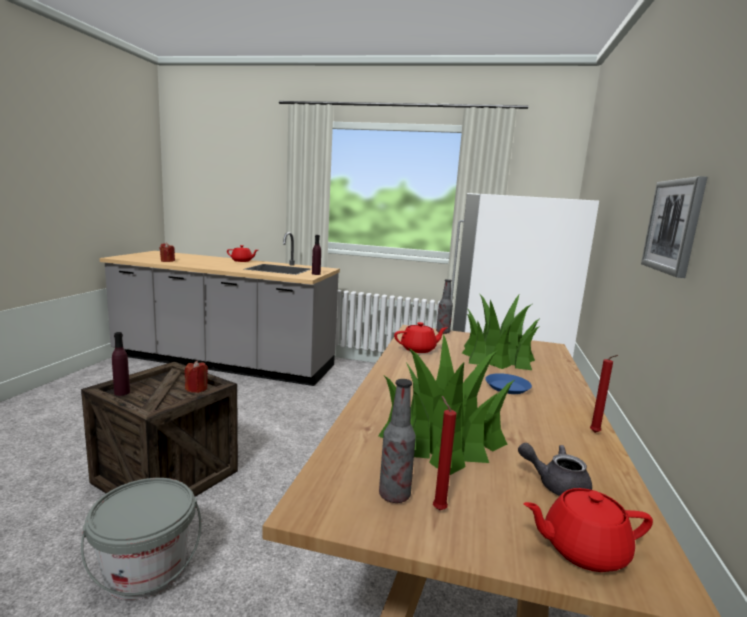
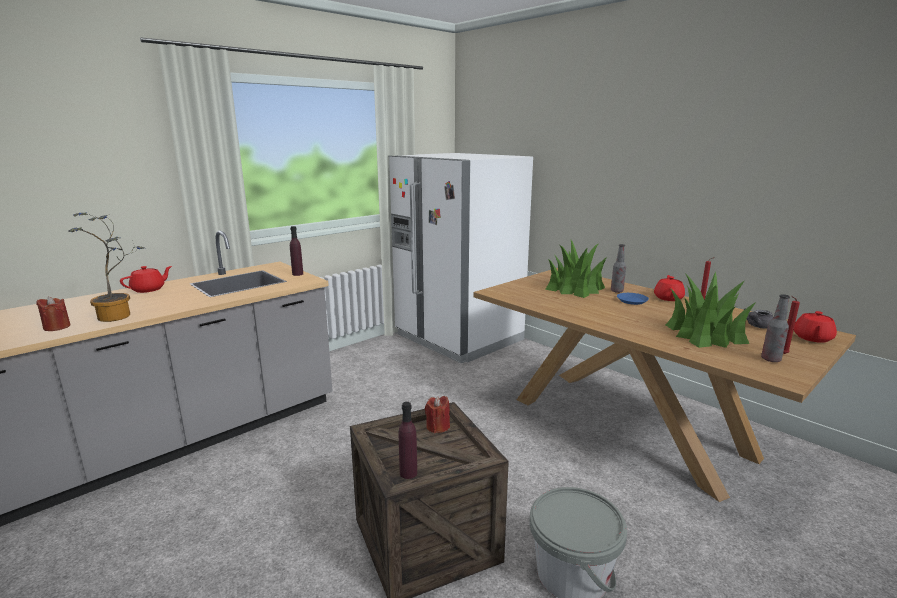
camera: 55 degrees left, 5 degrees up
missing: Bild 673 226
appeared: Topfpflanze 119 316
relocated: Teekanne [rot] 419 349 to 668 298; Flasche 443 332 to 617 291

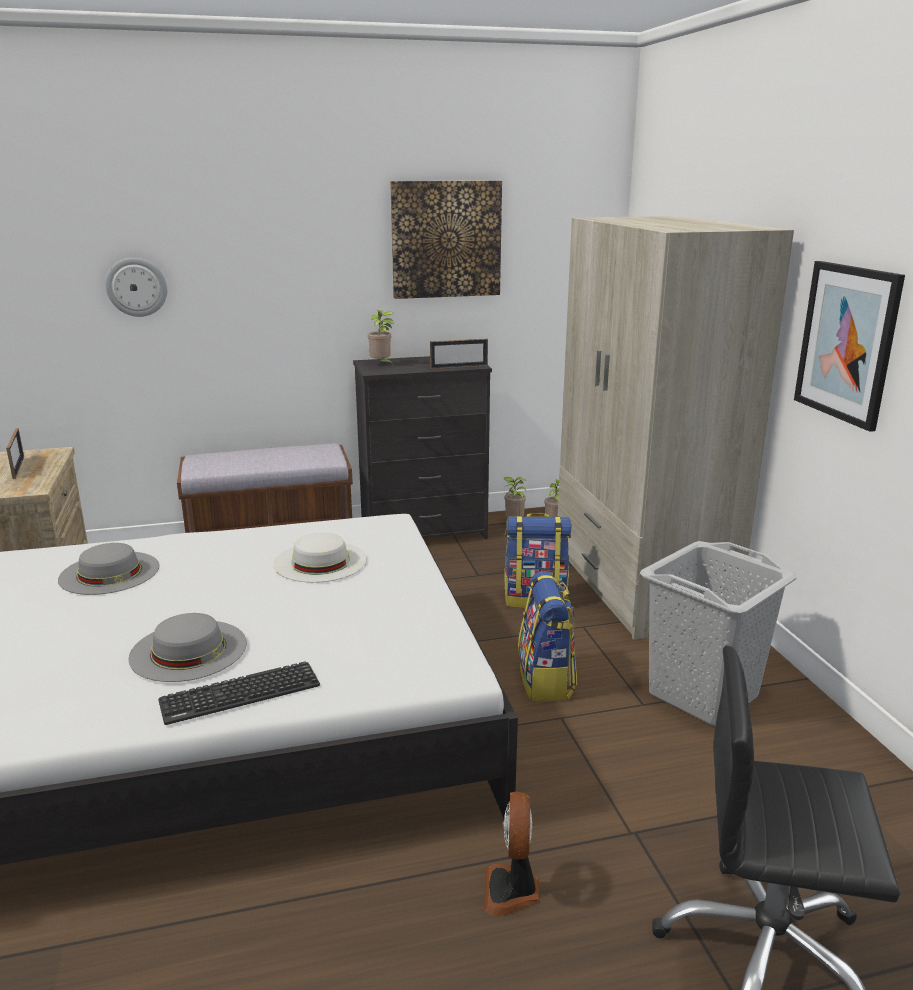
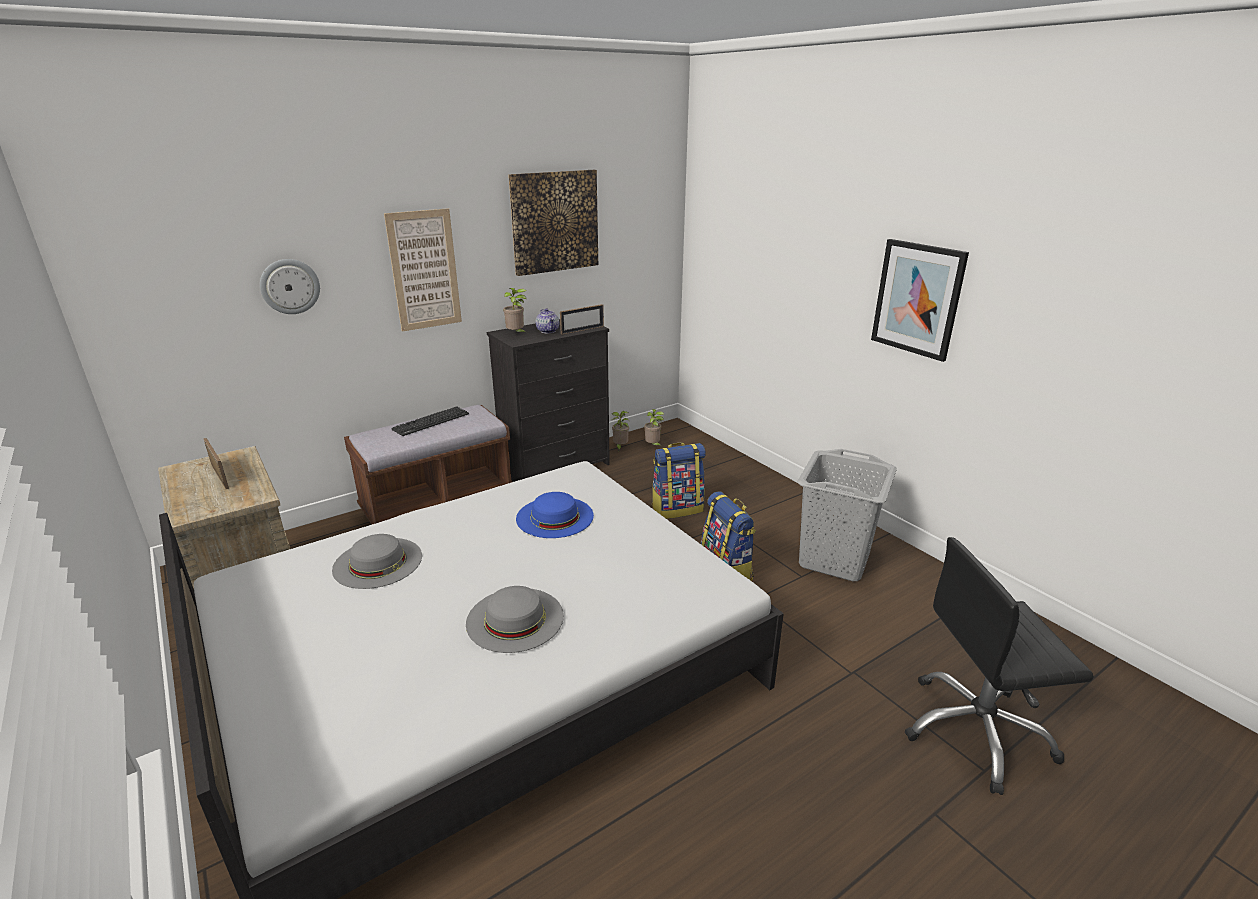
camera: 20 degrees left, 5 degrees up
missing: Ventilator 512 891; Kleiderschrank [beige] 638 585
appeared: Bild 424 270; Teekanne 548 331
relocated: Tastatur 240 693 to 431 422
colour: Hut [weiß] 320 561 to Hut [blau] 555 517

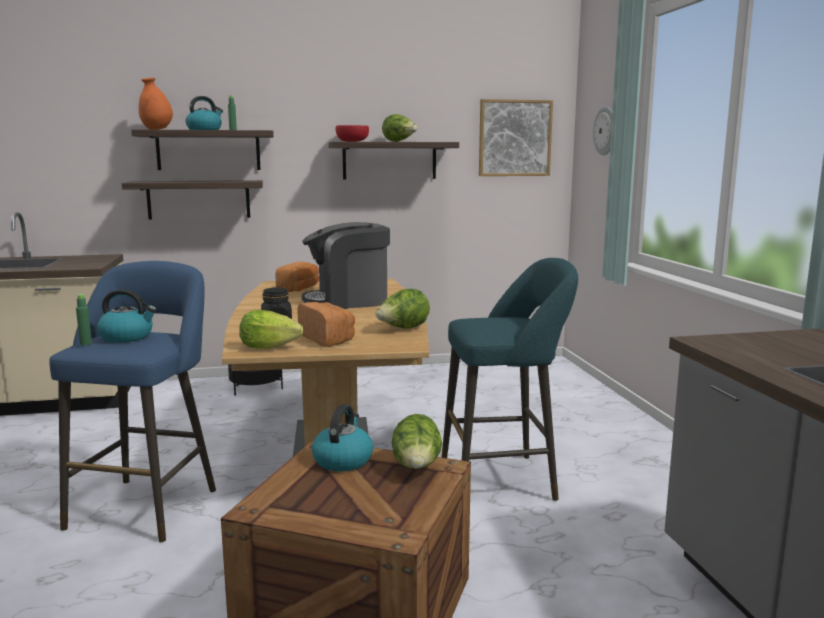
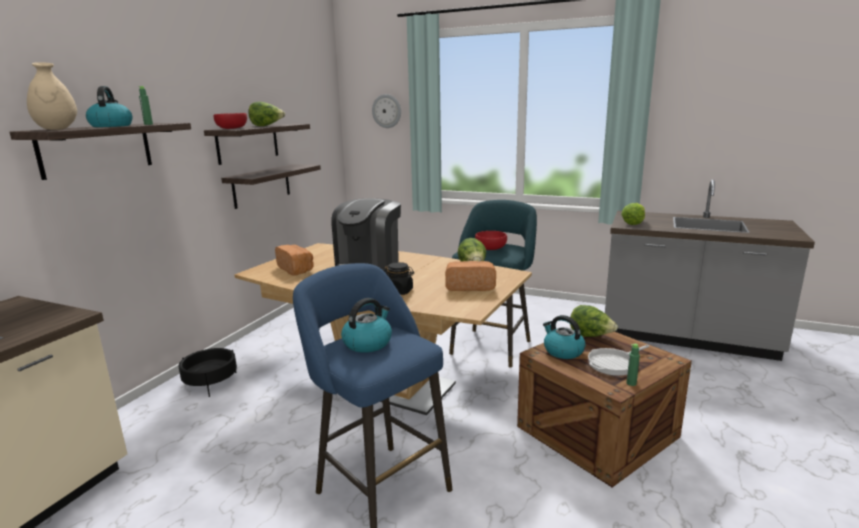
camera: 55 degrees left, 5 degrees up
missing: Bild 514 138
appeared: Schüssel [rot] 490 248; Pfanne 614 364
relocated: Flasche [grün] 85 344 to 631 383; Wandregal 199 199 to 261 185; Salatkopf 268 347 to 633 223
colour: Vase [orange] 156 129 to Vase [beige] 57 129

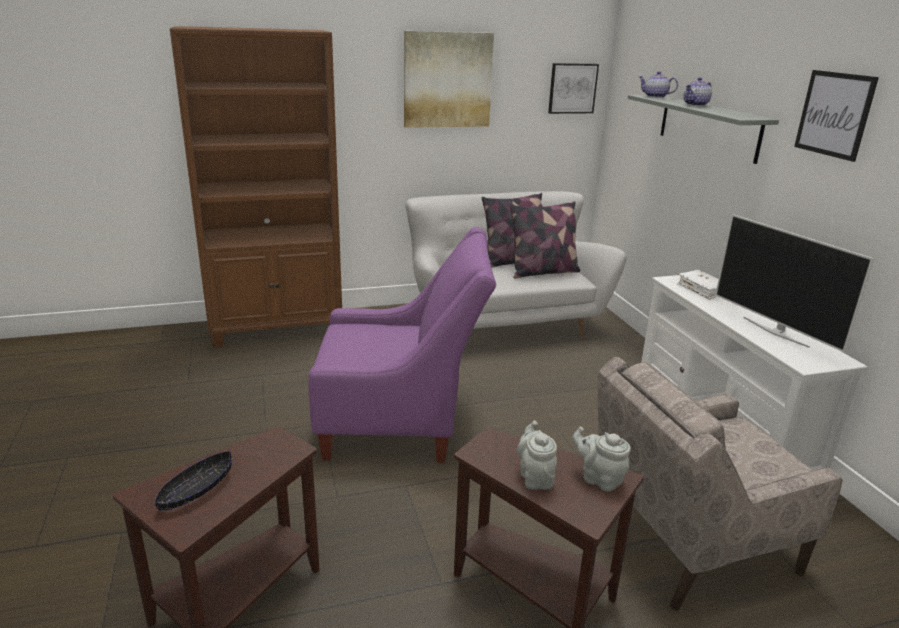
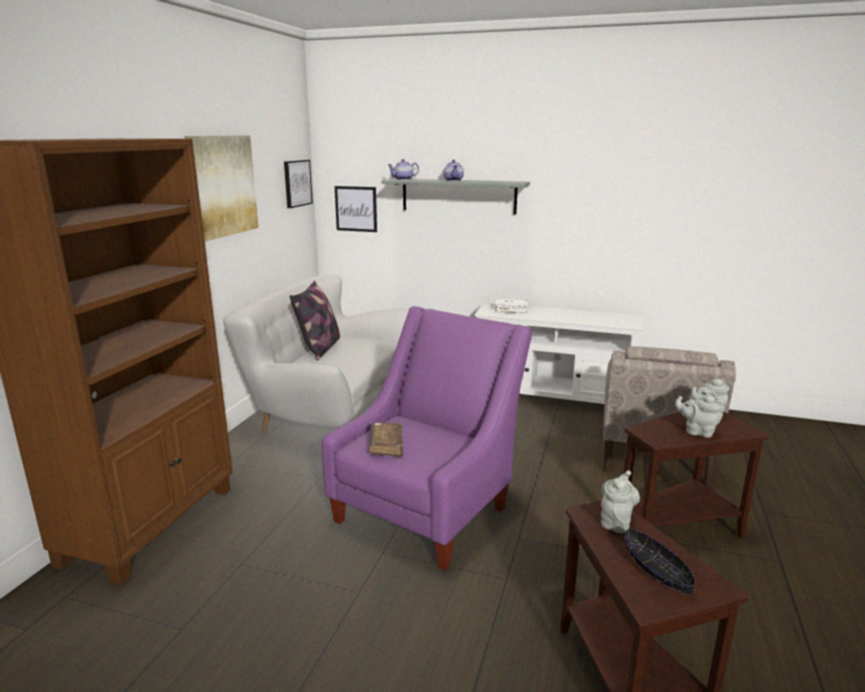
camera: 55 degrees left, 5 degrees down
missing: Kissen 543 272; Fernseher 775 331
appeared: Buch [braun] 386 445; Teekanne [grau] 616 521
relocated: Bild 834 114 to 356 209

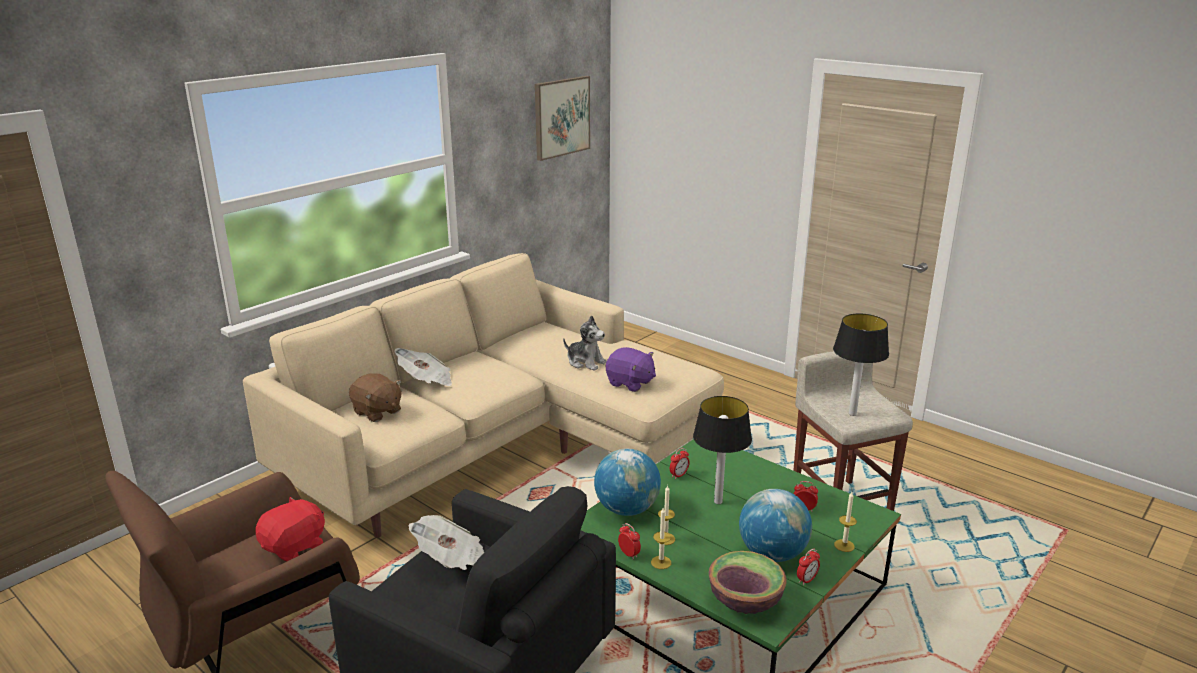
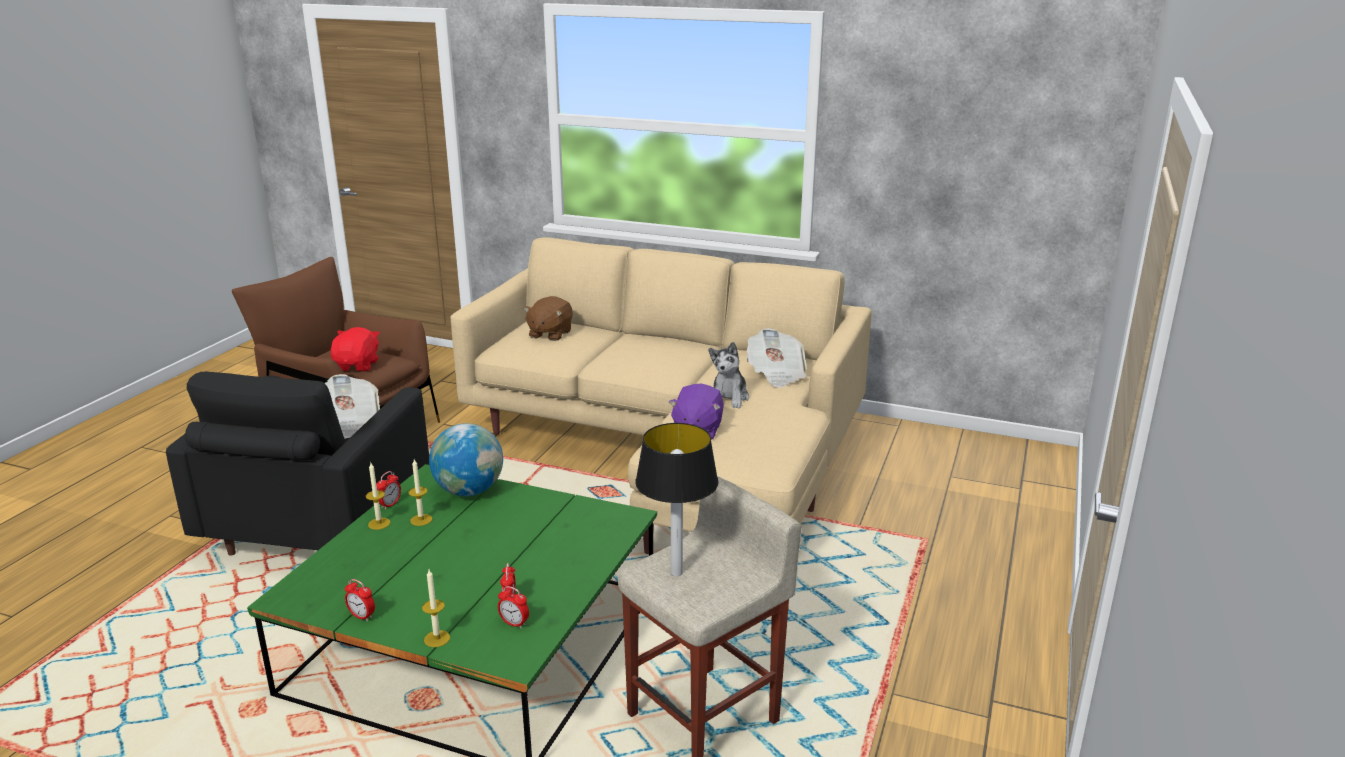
camera: 70 degrees right, 0 degrees up
missing: Bild 561 117; Tischlampe 718 502; Schüssel 744 601; Globus 772 553
relocated: Zeitung 426 380 to 776 374; Wecker 679 475 to 514 623
spun: Plüschtier [rot] 295 547 = 357 366 105 degrees counterclockwise

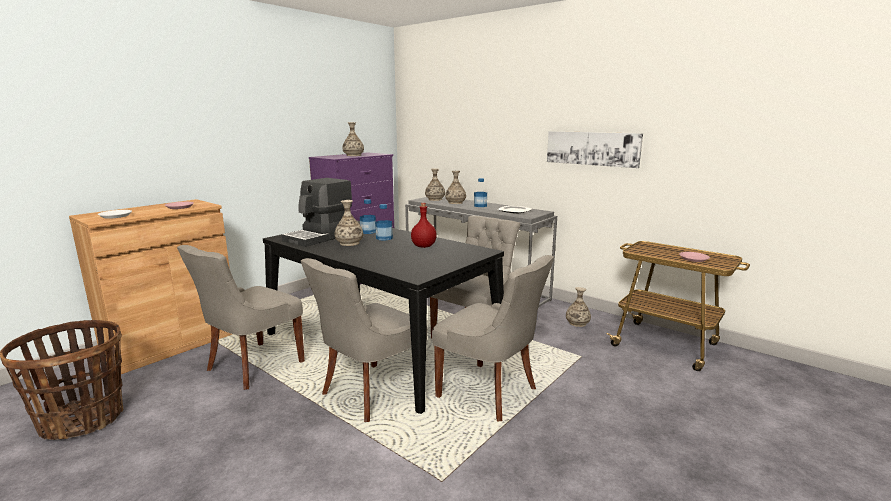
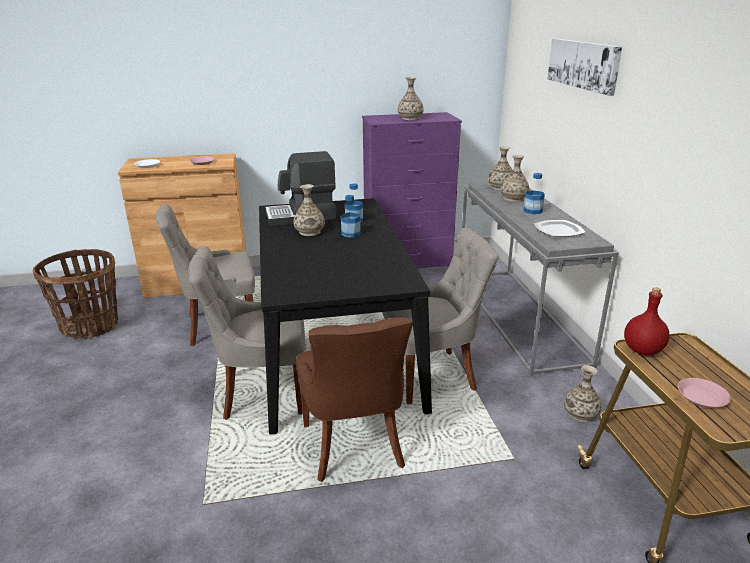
camera: 40 degrees right, 10 degrees up
relocated: Flasche [rot] 423 246 to 642 350; Bild 592 148 to 583 64
colour: Stuhl [grau] 490 392 to Stuhl [braun] 354 447

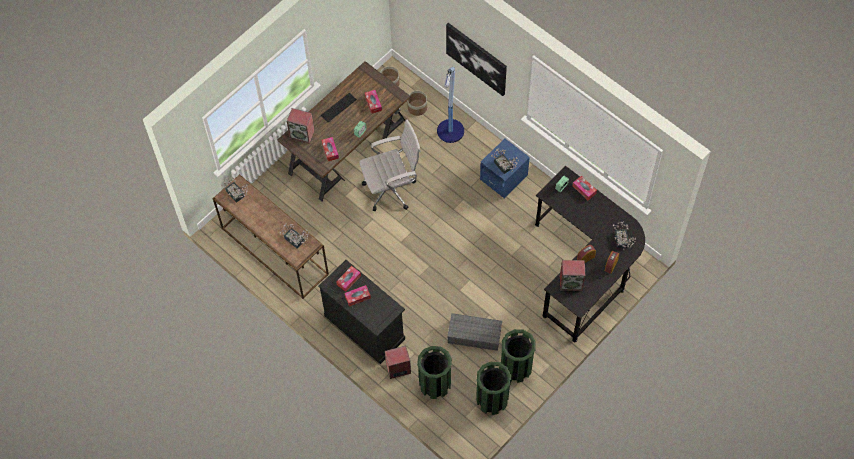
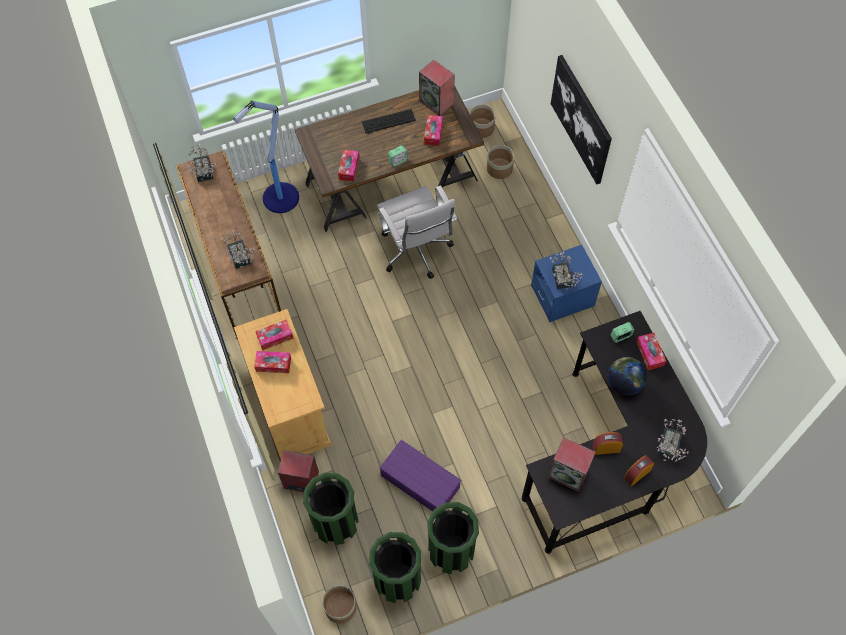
camera: 25 degrees right, 0 degrees up
appeared: Pflanzkübel 340 607; Globus 624 383
relocated: Lautsprecher 302 134 to 437 102; Stehlampe 450 132 to 280 199
colour: Schrank [schwarz] 365 327 to Schrank [beige] 290 407; Aufbewahrungsbox [grau] 473 335 to Aufbewahrungsbox [lila] 419 481
spun: Bürostuhl [weiß] 392 189 = 417 252 60 degrees clockwise

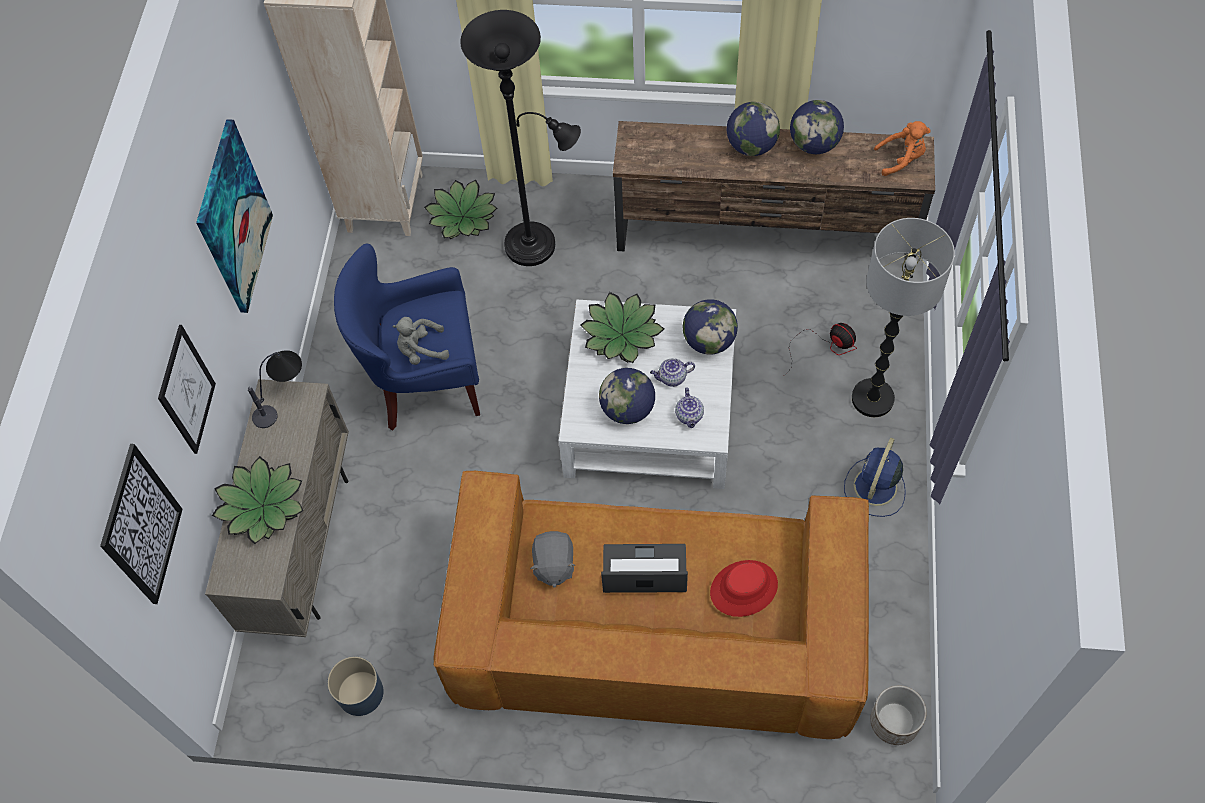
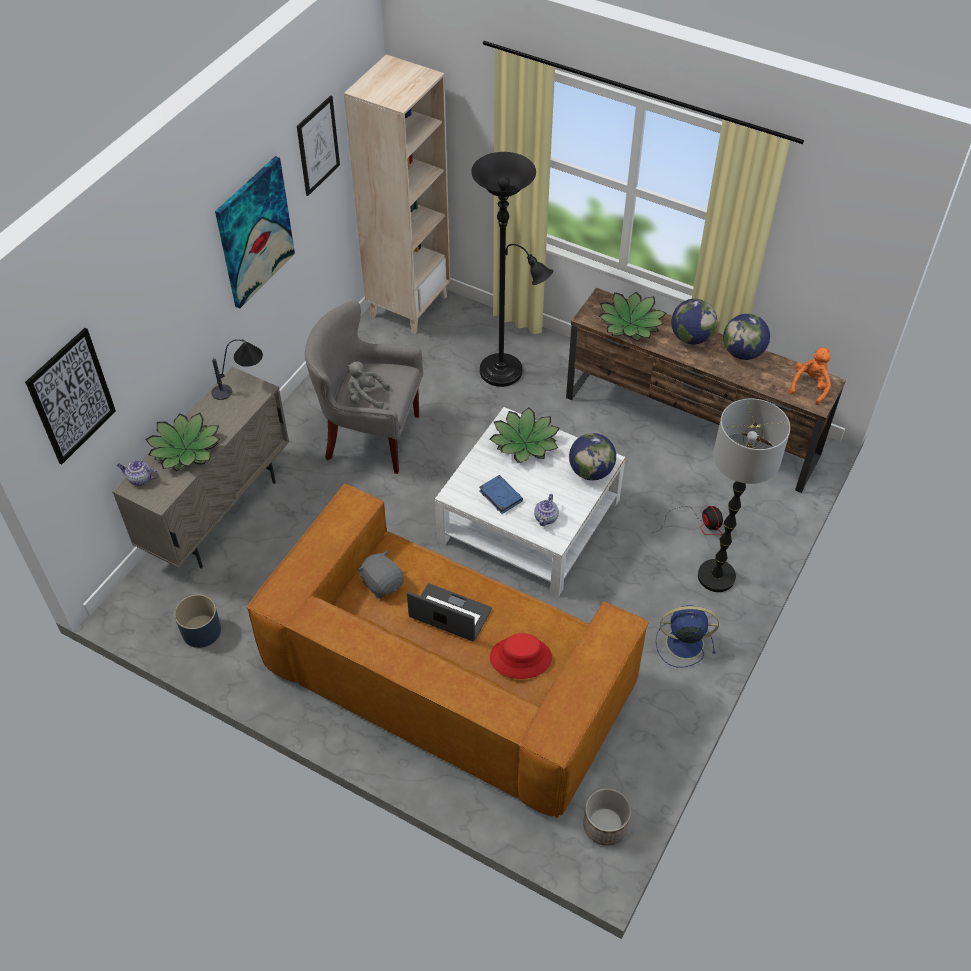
camera: 20 degrees right, 10 degrees down
relocated: Bild 186 390 to 318 146; Topfpflanze 462 217 to 630 323; Teekanne 671 378 to 140 479
exchanged: Globus 627 409 to Buch [blau] 500 496
colour: Sessel [blau] 425 382 to Sessel [grau] 370 436
spun: Plüschtier [grau] 553 565 = 382 583 120 degrees clockwise; Ventilator [blau] 874 488 = 682 643 45 degrees clockwise; Plüschtier [orange] 901 159 = 810 386 75 degrees counterclockwise

